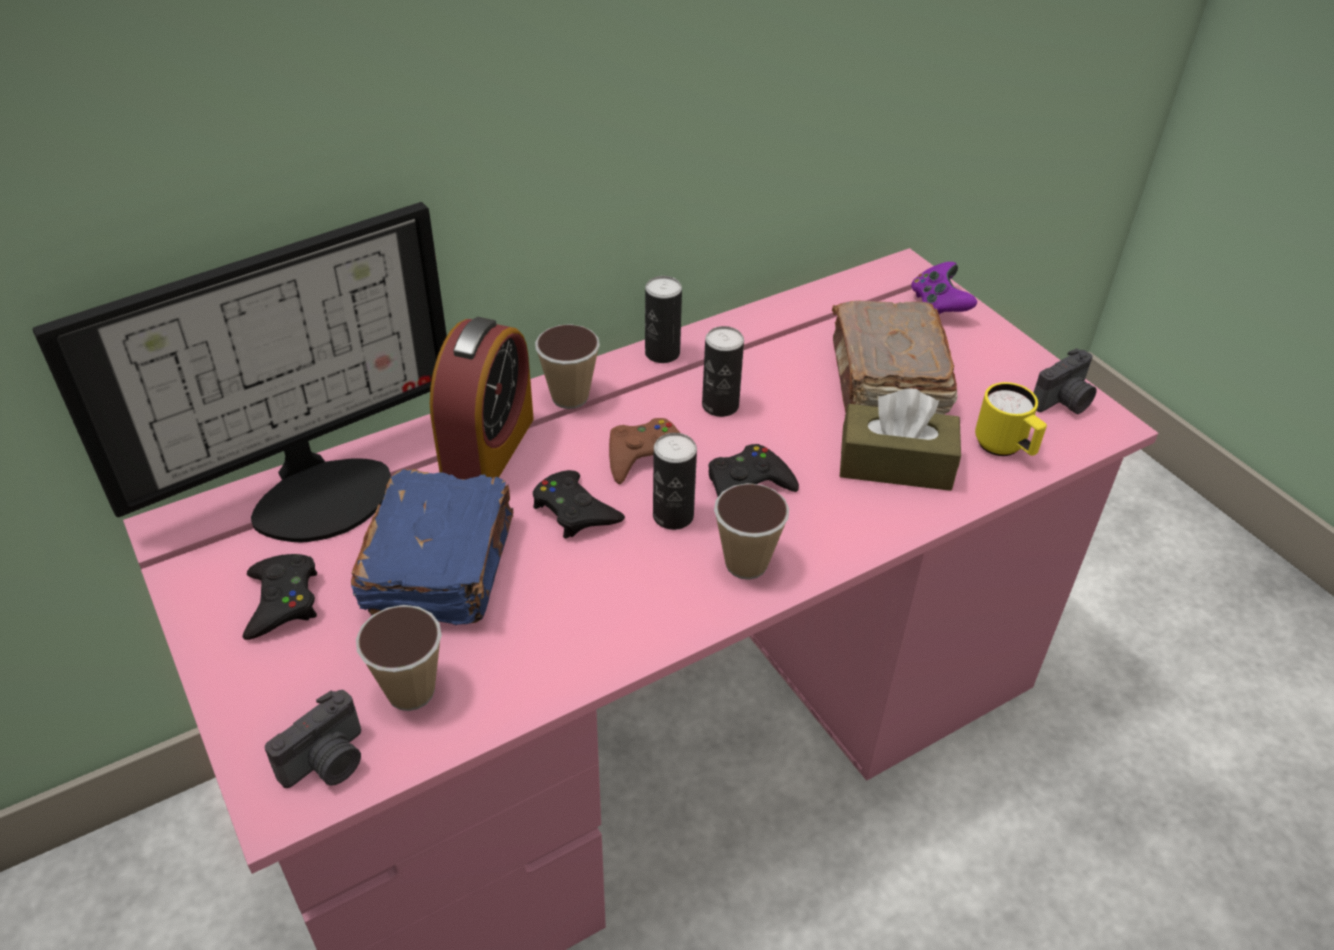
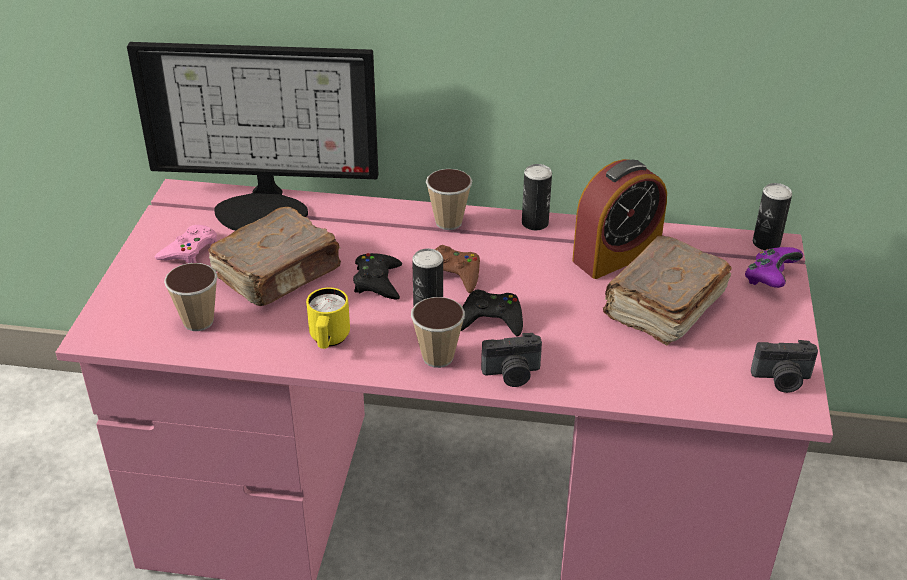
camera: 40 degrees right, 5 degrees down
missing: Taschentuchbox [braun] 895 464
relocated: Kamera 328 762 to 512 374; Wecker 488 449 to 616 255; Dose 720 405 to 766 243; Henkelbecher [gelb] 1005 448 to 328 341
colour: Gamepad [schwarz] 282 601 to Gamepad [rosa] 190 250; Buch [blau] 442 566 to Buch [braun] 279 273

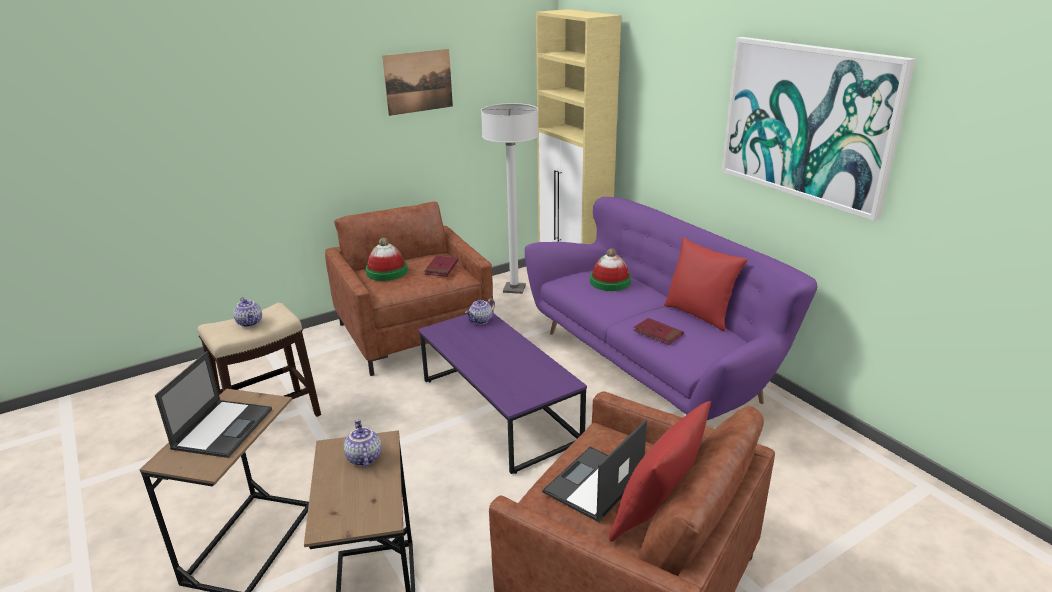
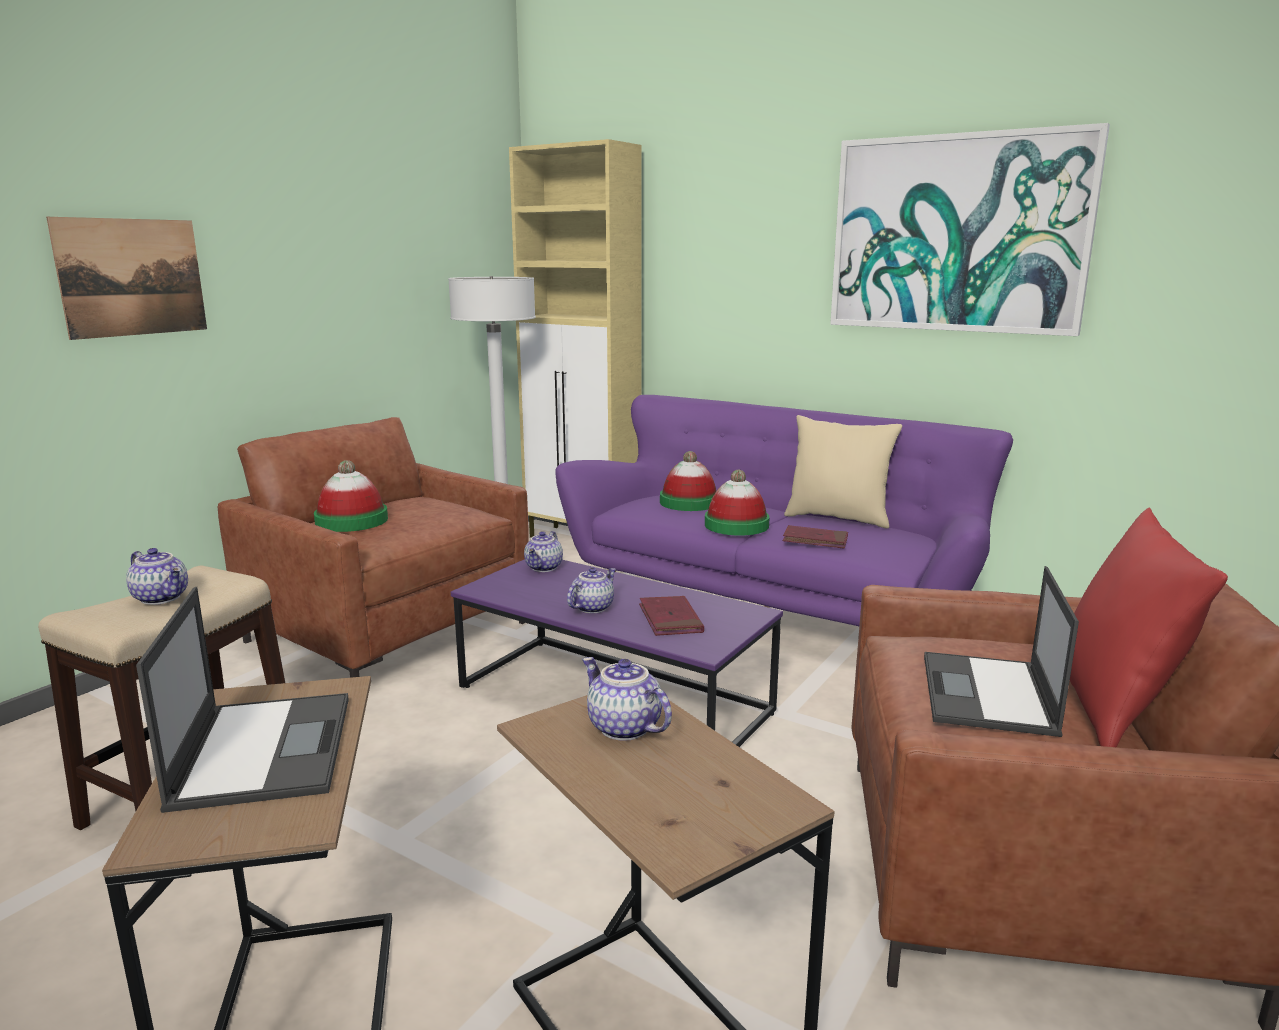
camera: 25 degrees left, 10 degrees down
appeared: Teekanne 592 607; Hut 736 525
relocated: Bild 418 82 to 132 277; Buch [rot] 441 268 to 670 619
colour: Kissen [rot] 699 314 to Kissen [beige] 838 518

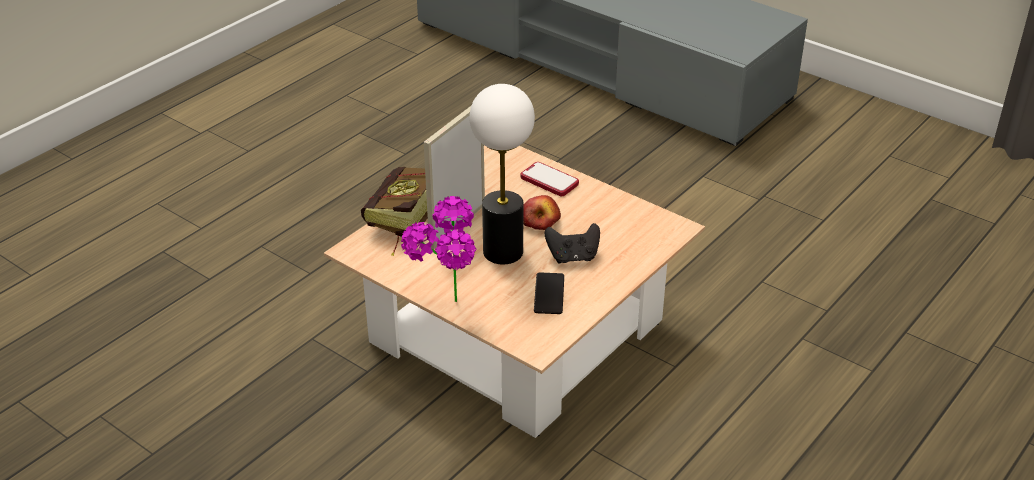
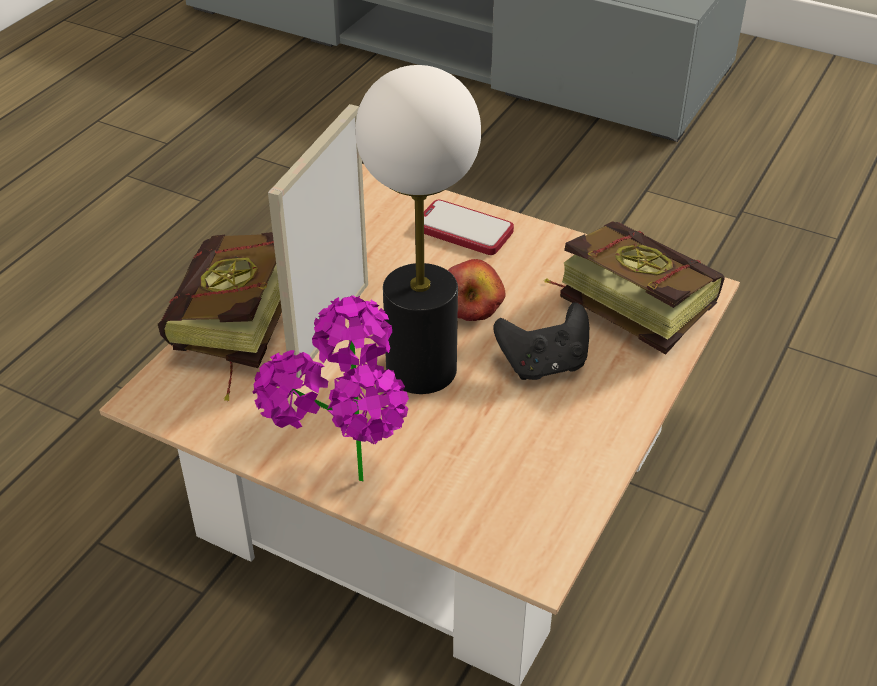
camera: 10 degrees left, 5 degrees up
missing: Handy 549 294
appeared: Buch 622 305

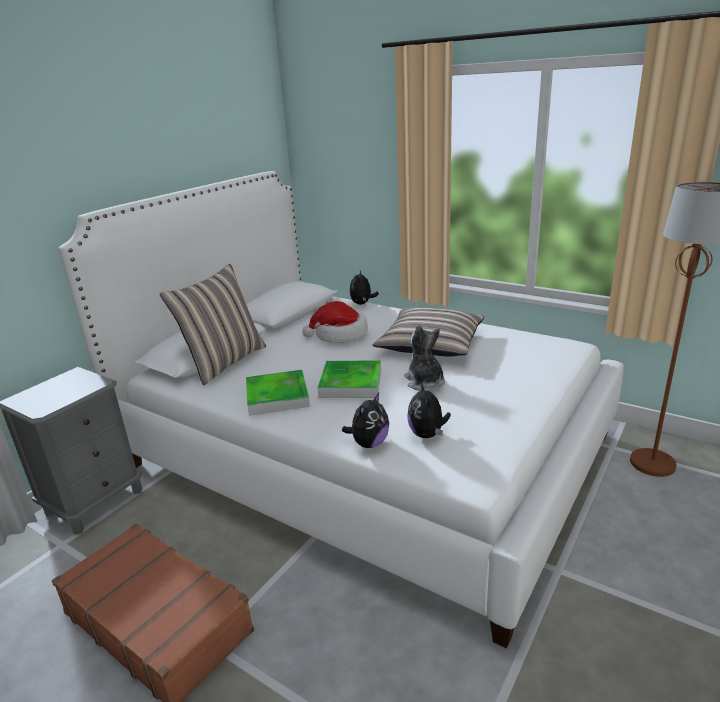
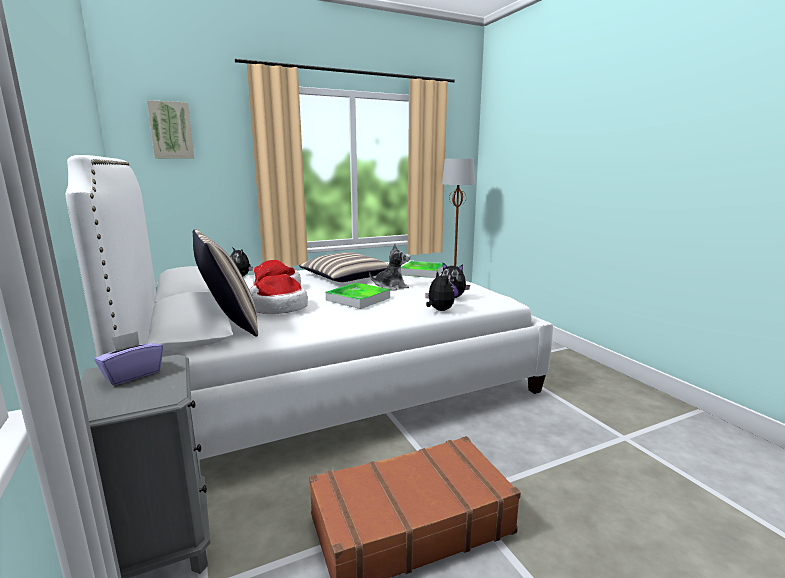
camera: 60 degrees left, 10 degrees down
appeared: Taschentuchbox [lila] 132 374; Bild 171 130; Hut 279 308
relocated: Tablett 277 396 to 422 272
spun: Plüschtier 425 382 = 391 287 150 degrees clockwise

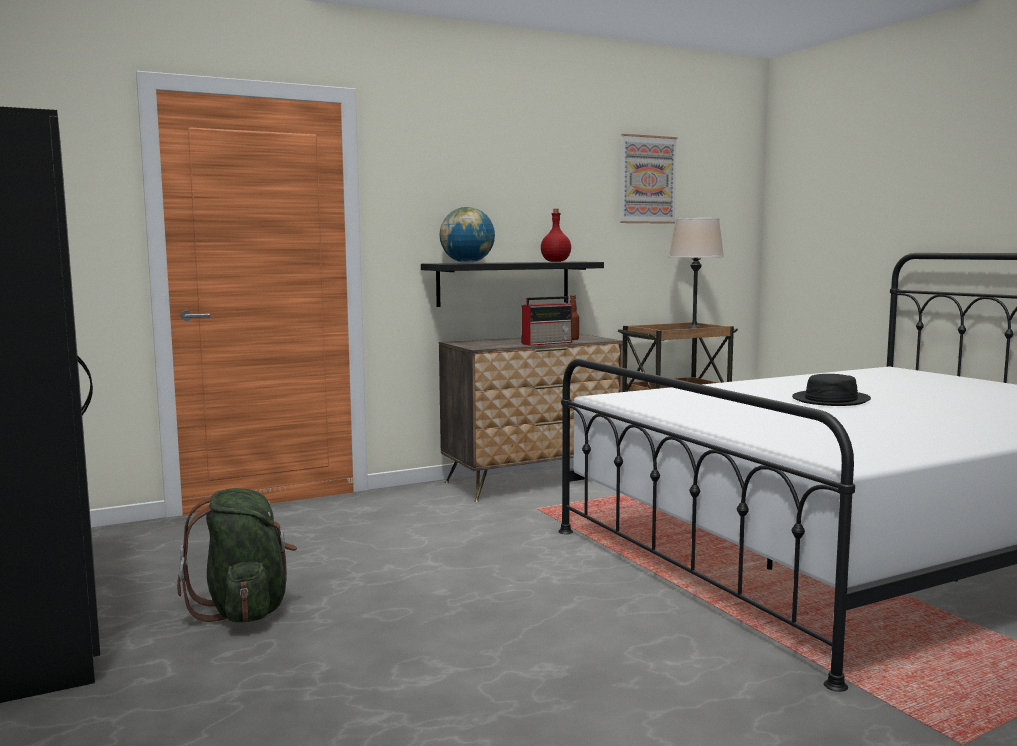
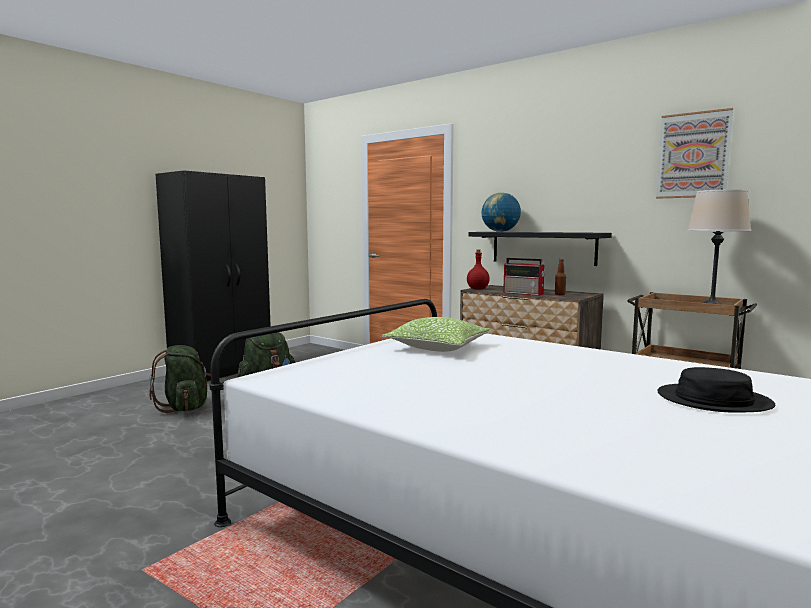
camera: 65 degrees right, 0 degrees up
appeared: Rucksack [grün] 185 408; Kissen 438 347
relocated: Flasche [rot] 555 261 to 477 289; Hut [schwarz] 830 400 to 713 400

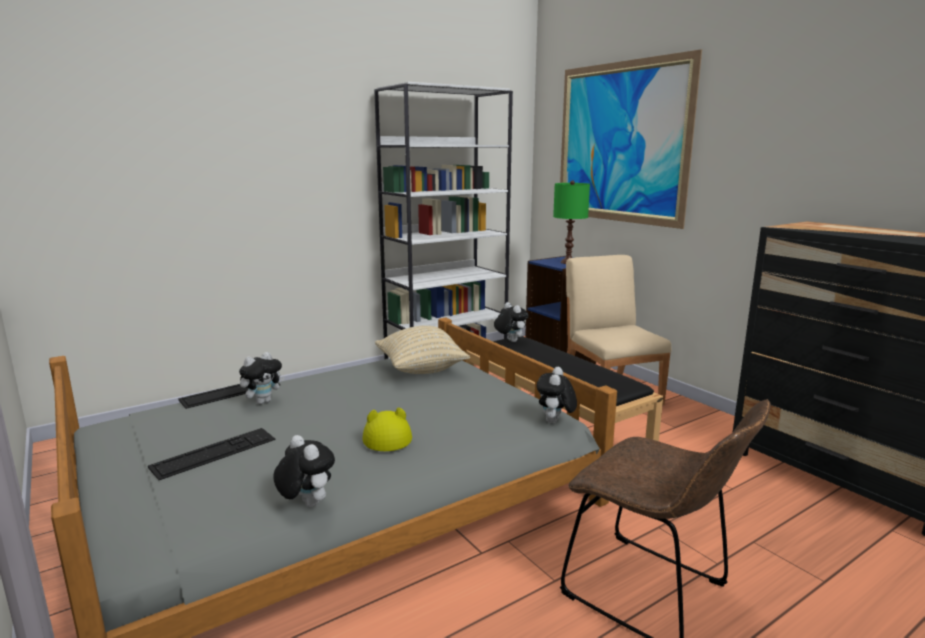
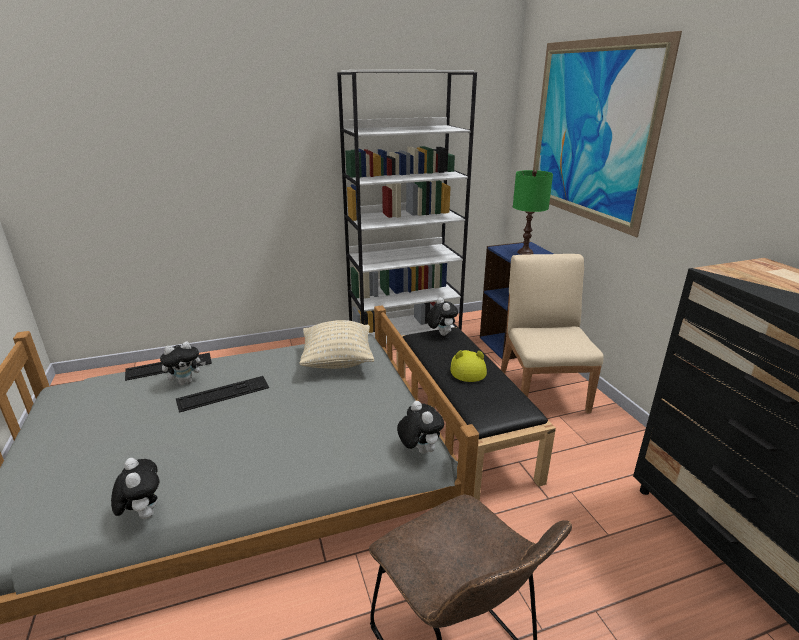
camera: 15 degrees right, 10 degrees up
relocated: Tastatur 214 453 to 223 394; Hut [gelb] 386 436 to 467 369
spun: Plüschtier 555 422 = 419 450 120 degrees clockwise

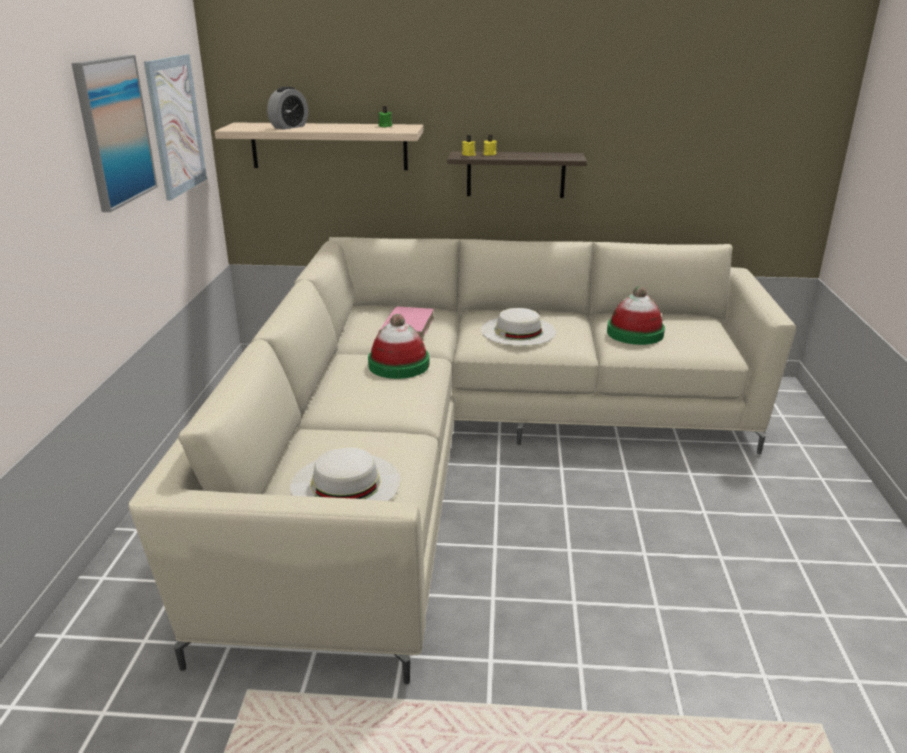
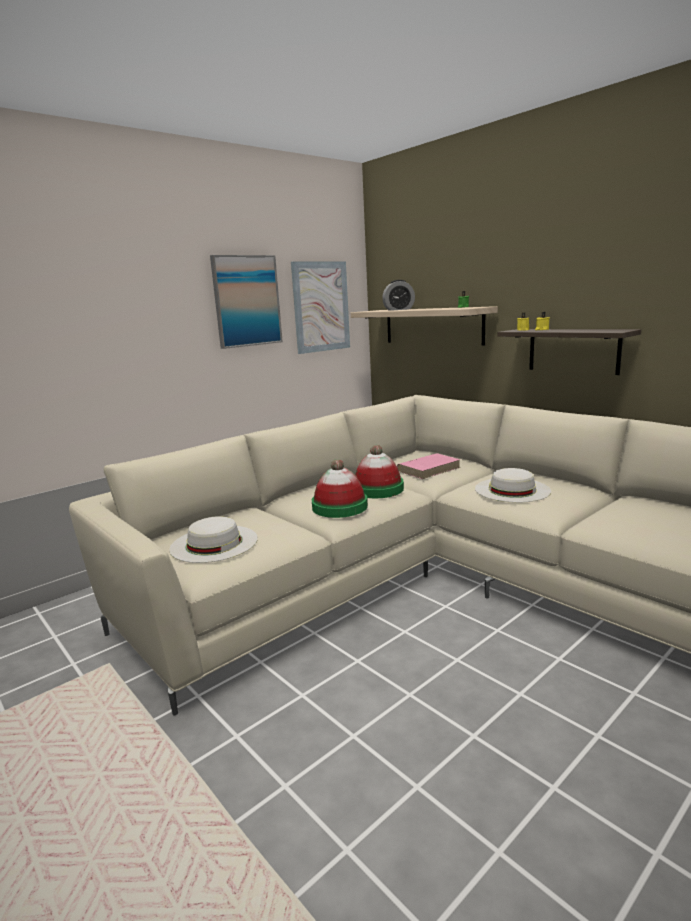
camera: 45 degrees right, 10 degrees down
relocated: Hut 635 333 to 339 507

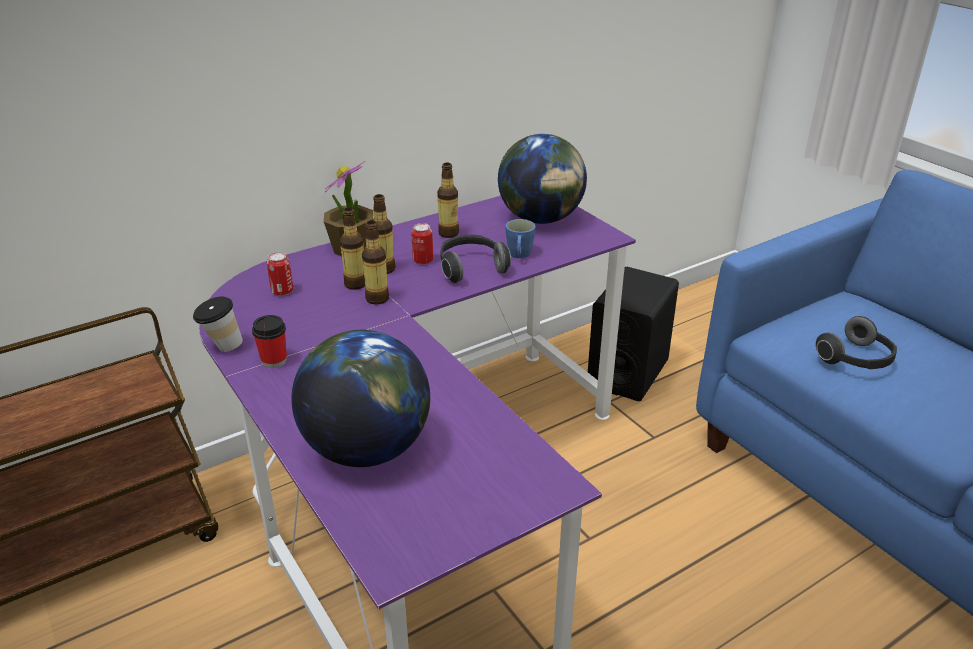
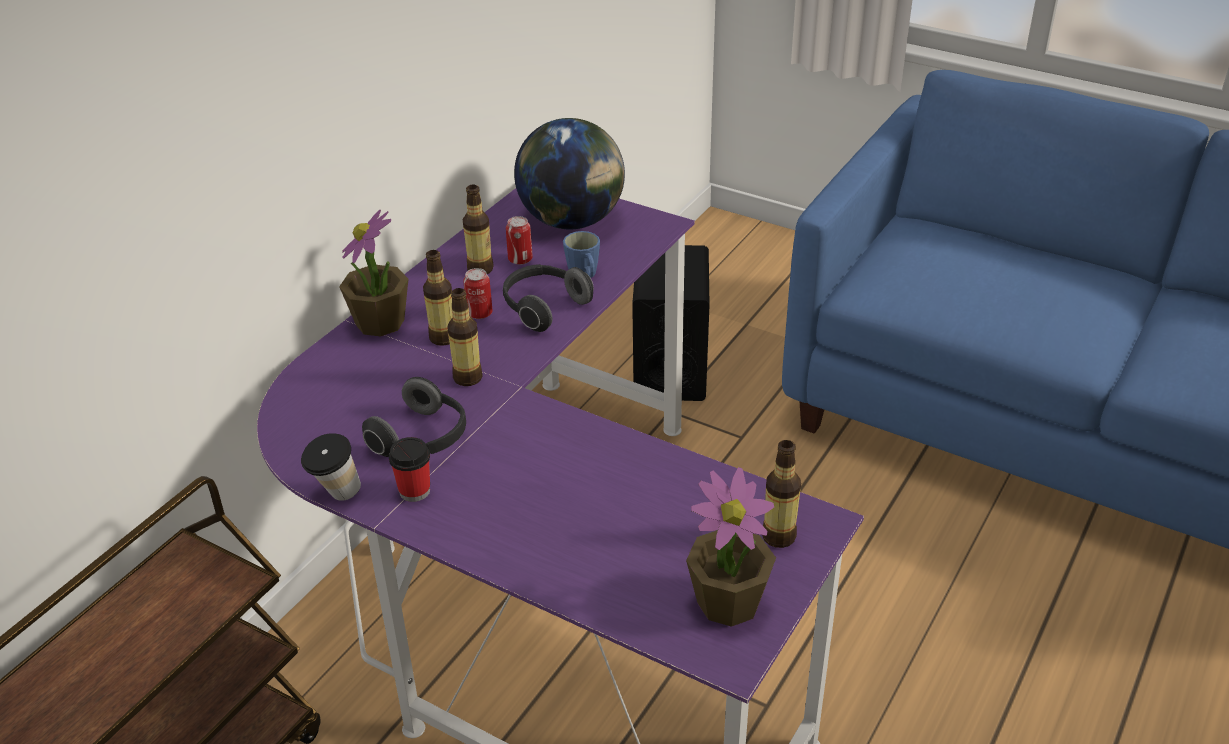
camera: 25 degrees left, 5 degrees up
missing: Globus 366 448
appeared: Topfpflanze 728 602
relocated: Dose 282 291 to 520 259; Flasche 355 284 to 778 536; Kopfhörer 856 360 to 423 439

